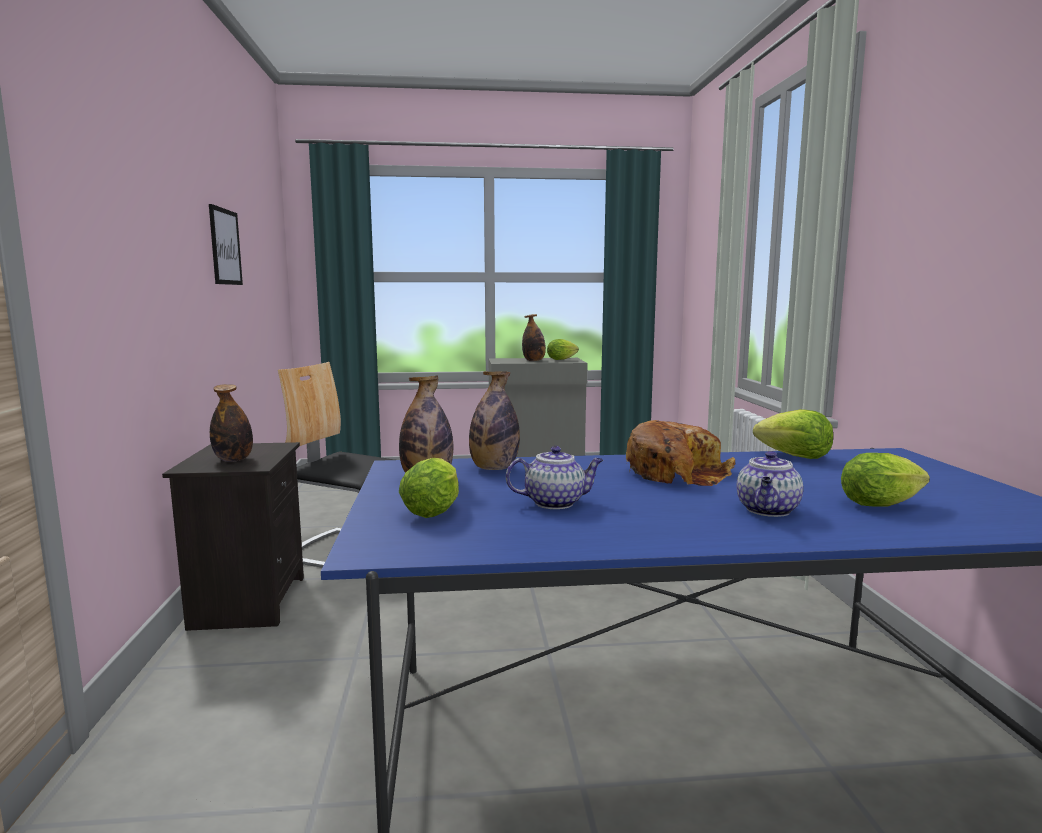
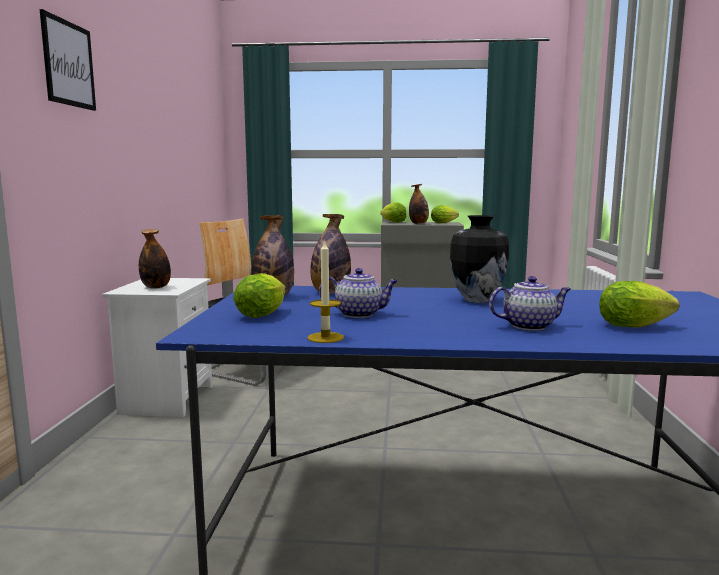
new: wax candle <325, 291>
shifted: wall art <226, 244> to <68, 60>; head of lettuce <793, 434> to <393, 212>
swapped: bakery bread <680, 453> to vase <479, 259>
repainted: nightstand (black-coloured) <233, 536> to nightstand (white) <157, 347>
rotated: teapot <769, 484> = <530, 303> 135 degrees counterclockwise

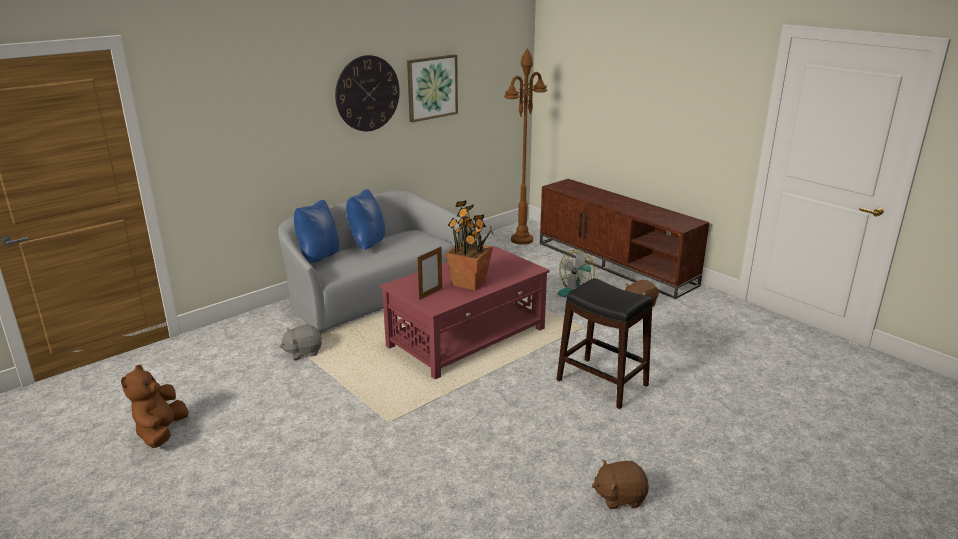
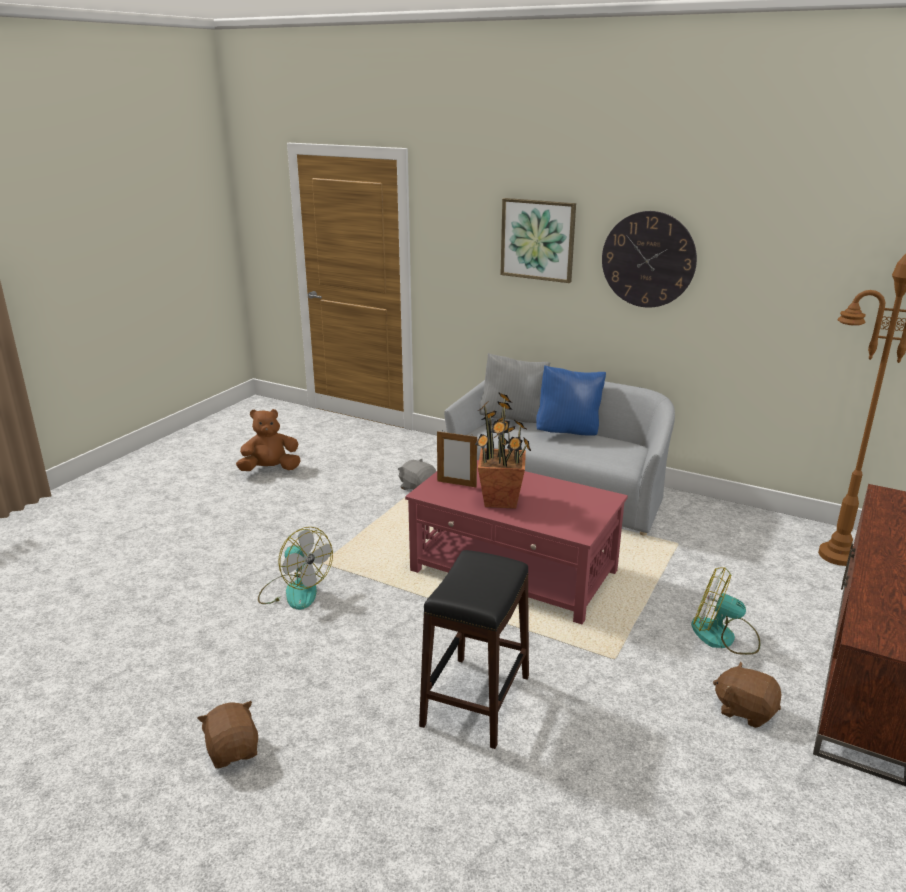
new: cooling fan <295, 568>
shifted: wall art <432, 88> to <538, 240>
repainted: cushion (bluish) <316, 232> to cushion (greyish) <515, 388>

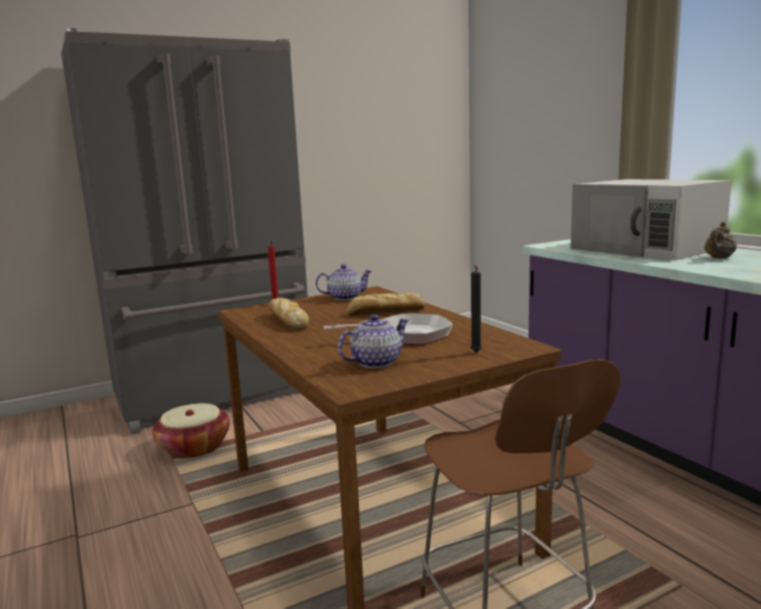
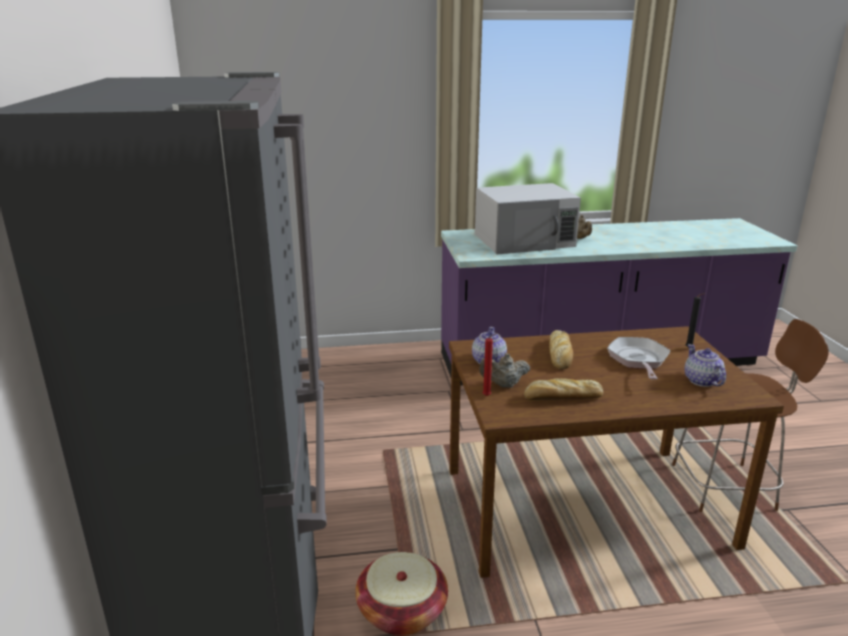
new: teapot (beige-coloured) <504, 370>

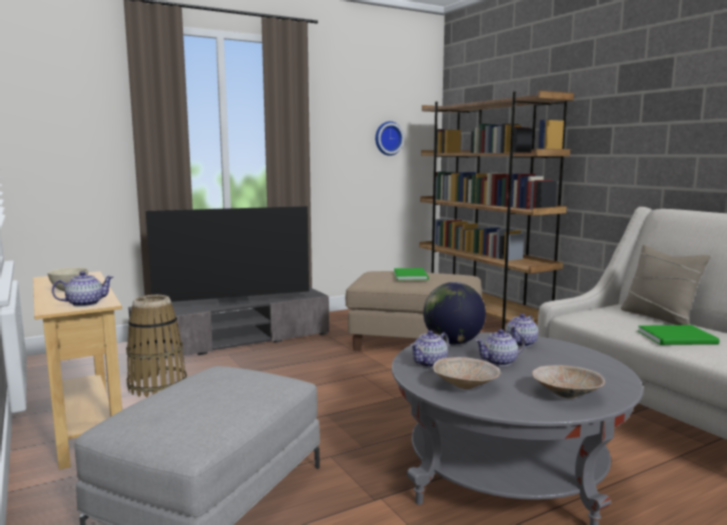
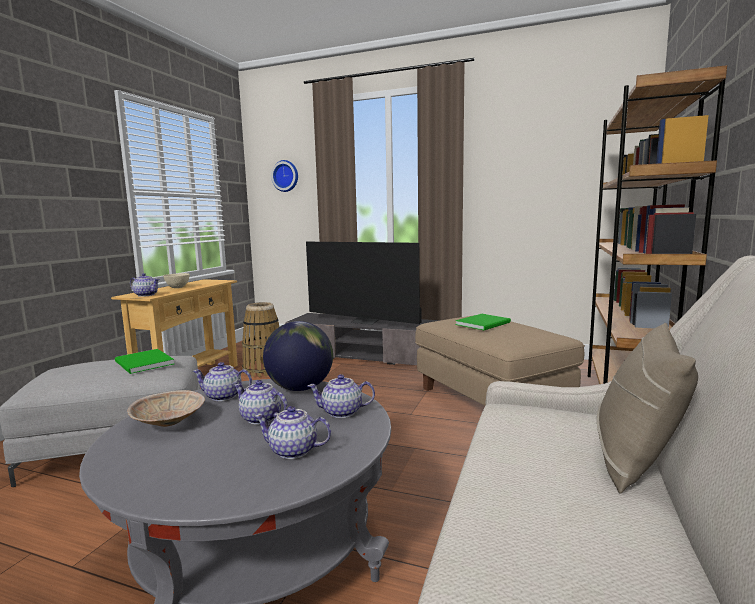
gone: serving bowl (beige-coloured) <568, 382>
new: teapot <292, 432>
shifted: wall clock <389, 138> to <284, 176>; bound book (green-coloured) <678, 335> to <144, 361>

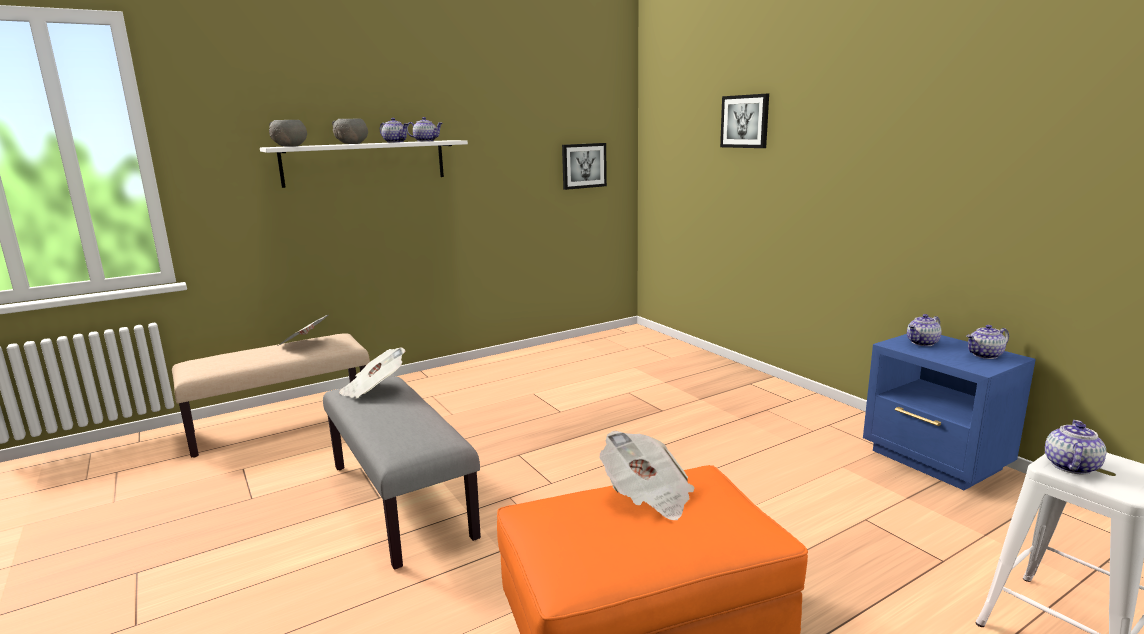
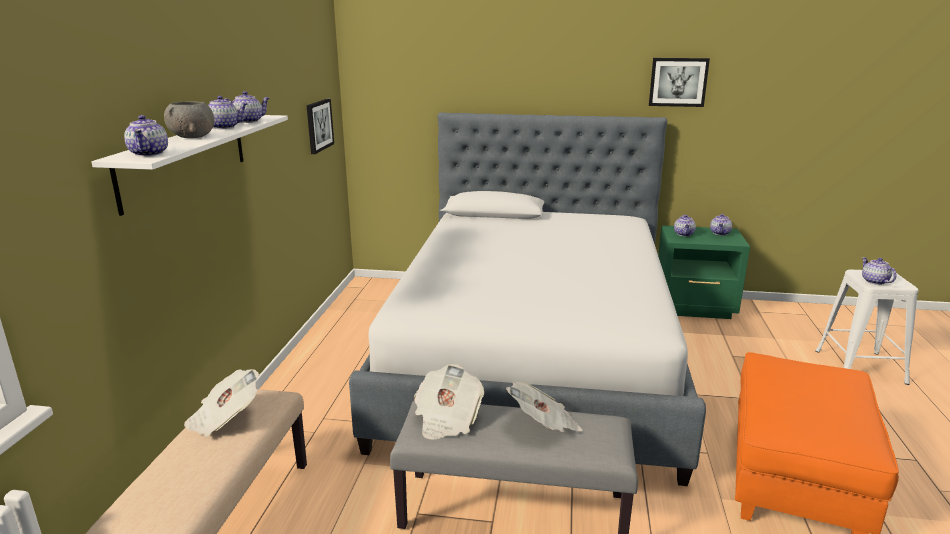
new: bedroom bed <527, 299>
shifted: newspaper <647, 475> to <544, 407>; wall art <744, 121> to <679, 82>
swapped: serving bowl (greyish) <288, 133> to teapot <146, 135>
repainted: nightstand (bluish) <949, 412> to nightstand (green-coloured) <704, 272>

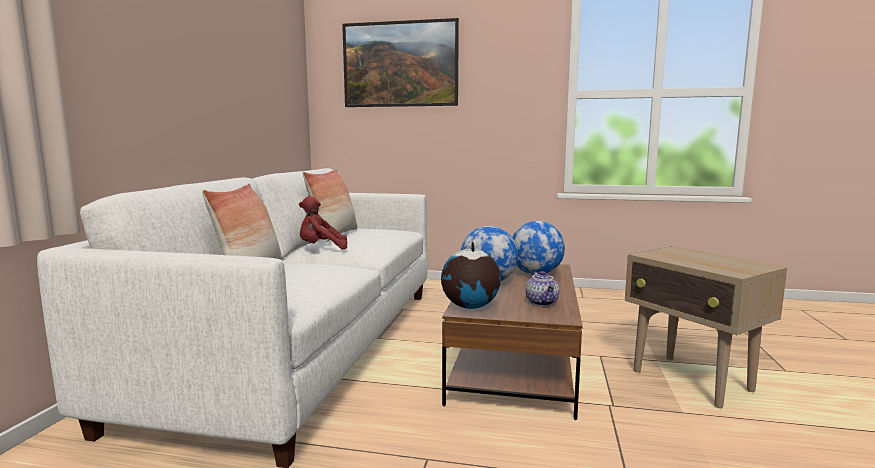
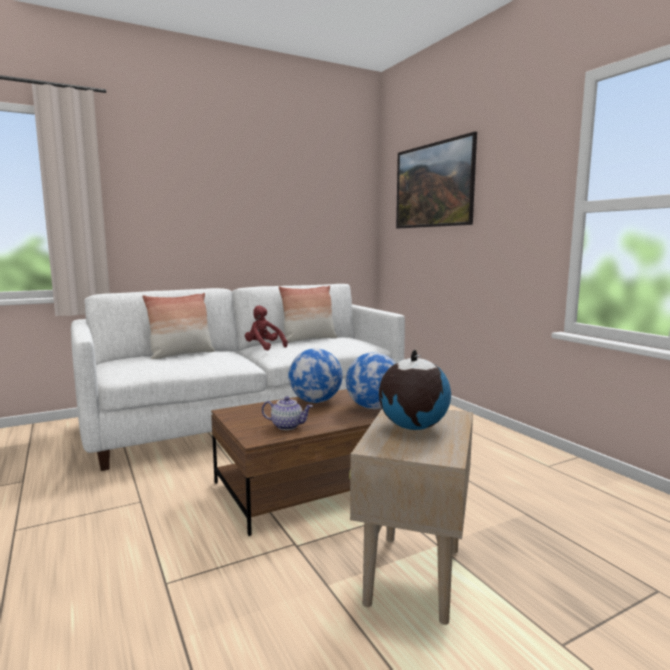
shifted: globe <471, 275> to <415, 390>
rotated: teapot <542, 288> = <287, 413> 120 degrees counterclockwise

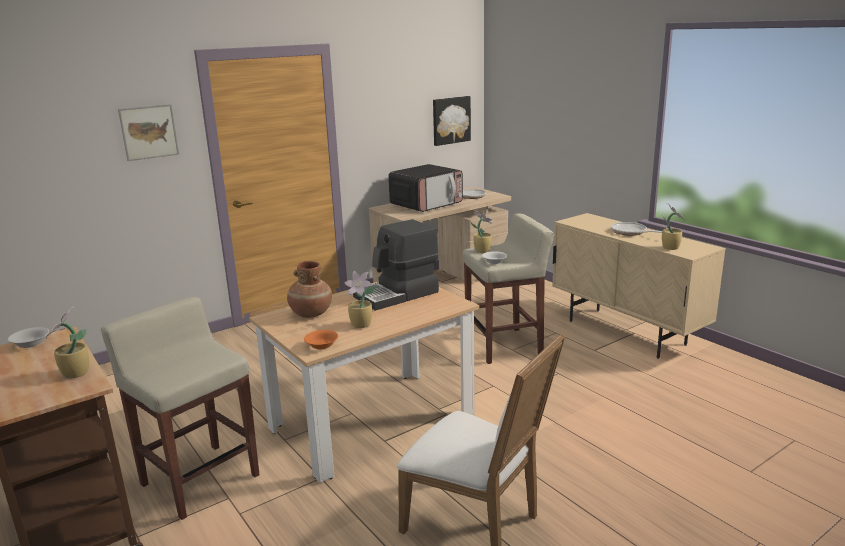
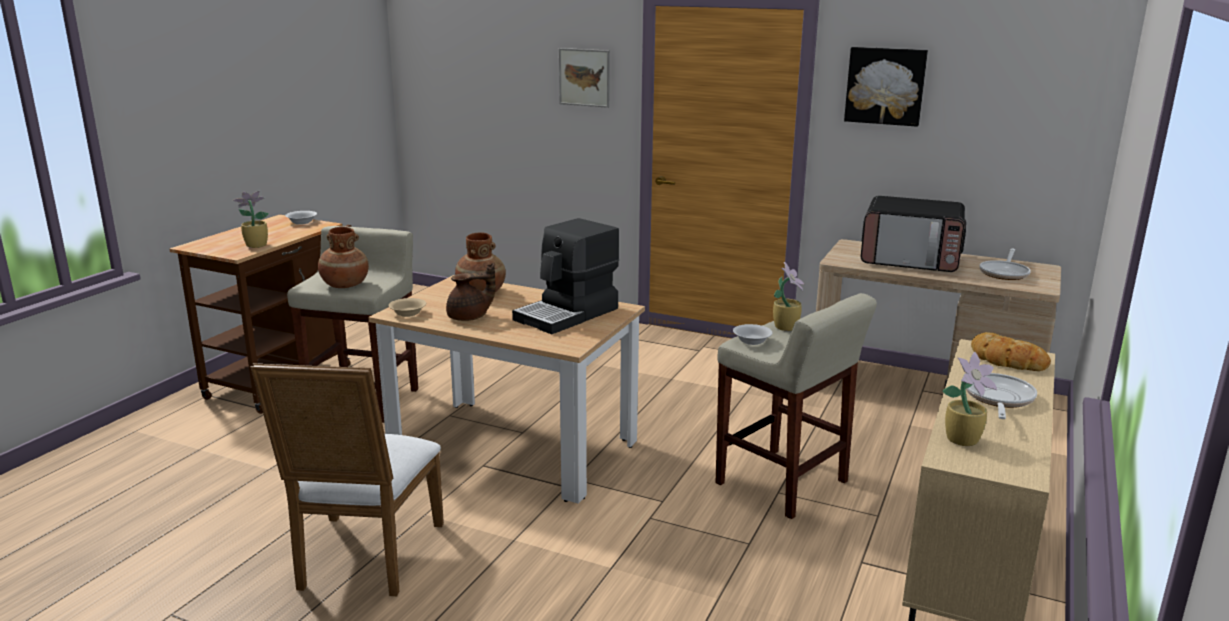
new: vase (brown) <343, 257>; bakery bread <1011, 351>
shifted: wall art <452, 121> to <886, 87>
swapped: houseplant <359, 299> to teapot (brown) <470, 292>
repainted: serving bowl (orange) <321, 339> to serving bowl (beige-coloured) <407, 307>
rotated: coffee brewer <396, 265> = <565, 276> 75 degrees counterclockwise

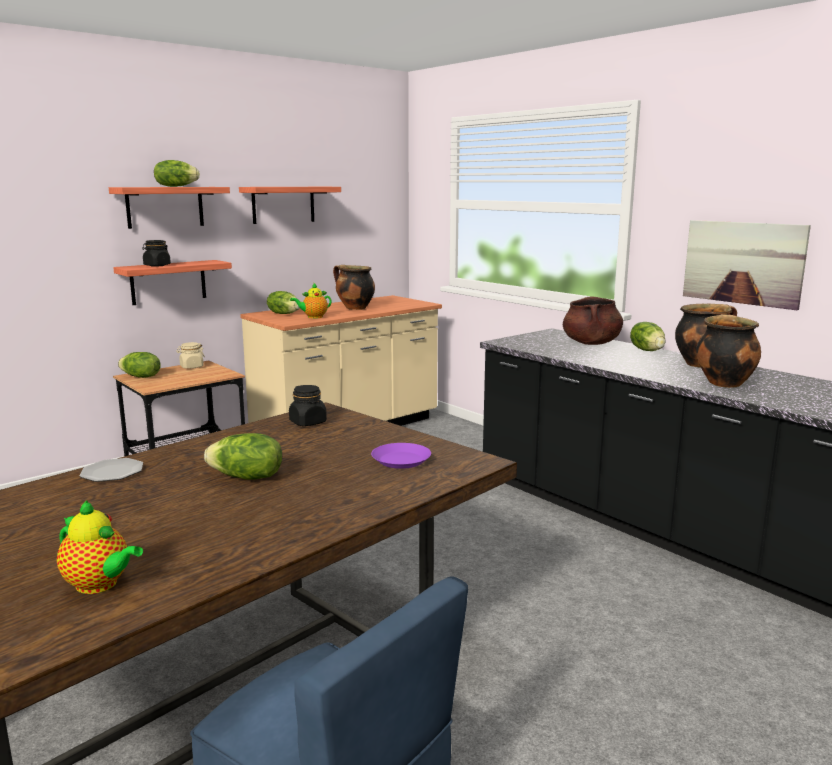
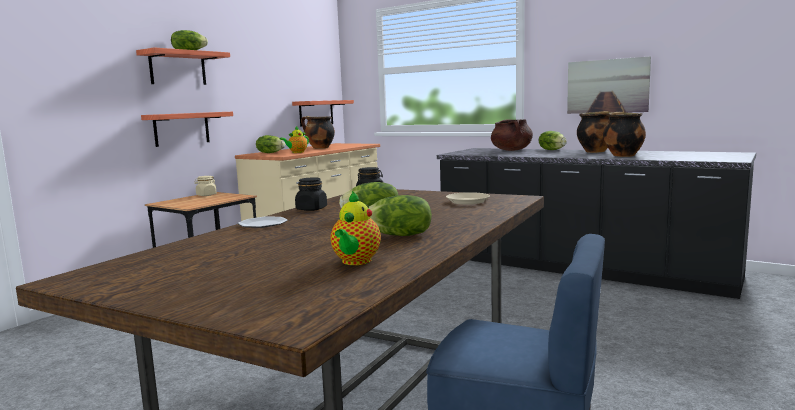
shifted: head of lettuce <139, 365> to <400, 215>; storage jar (black-coloured) <156, 253> to <311, 194>; wall shelf <290, 205> to <323, 113>
repainted: plate (purplish) <401, 456> to plate (beige-coloured) <468, 198>
rotated: teapot <100, 547> = <356, 228> 90 degrees clockwise

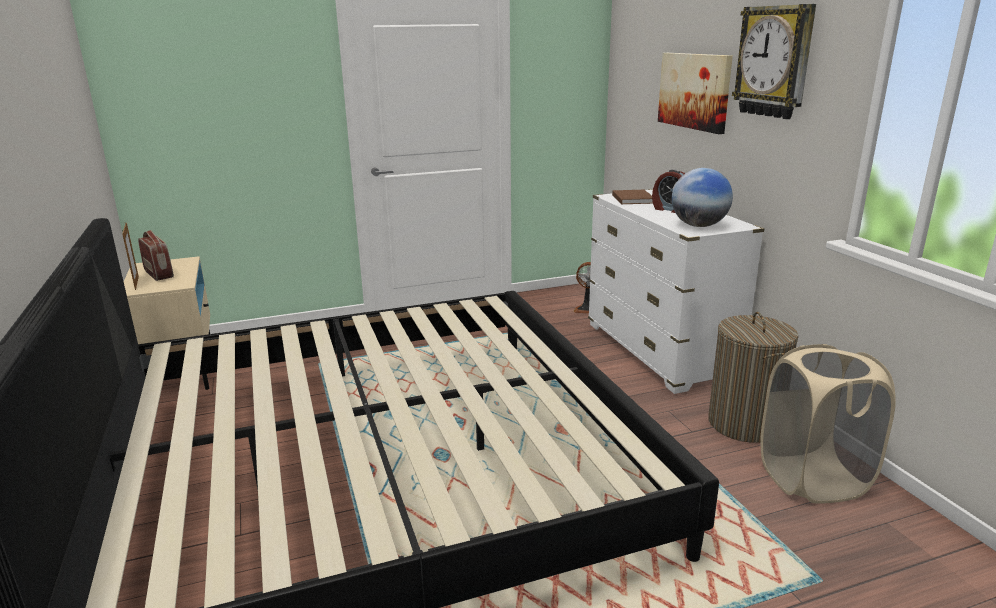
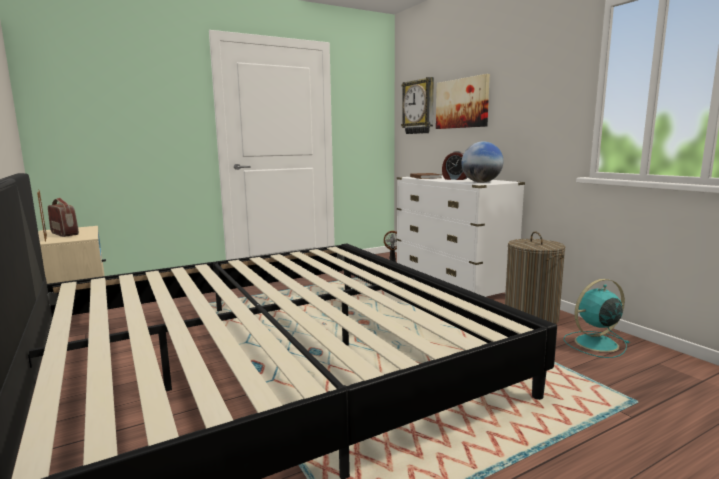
shifted: wall clock <774, 61> to <417, 105>
swapped: washing basket (beige-coloured) <828, 424> to cooling fan (turquoise) <596, 318>

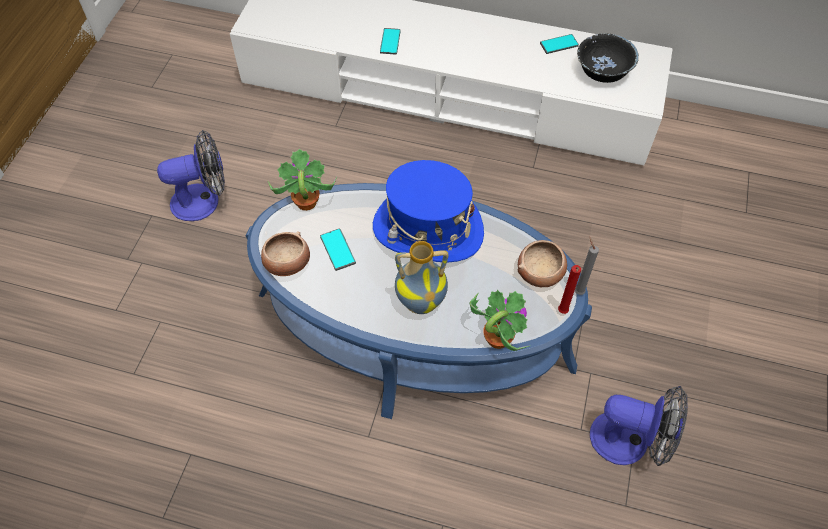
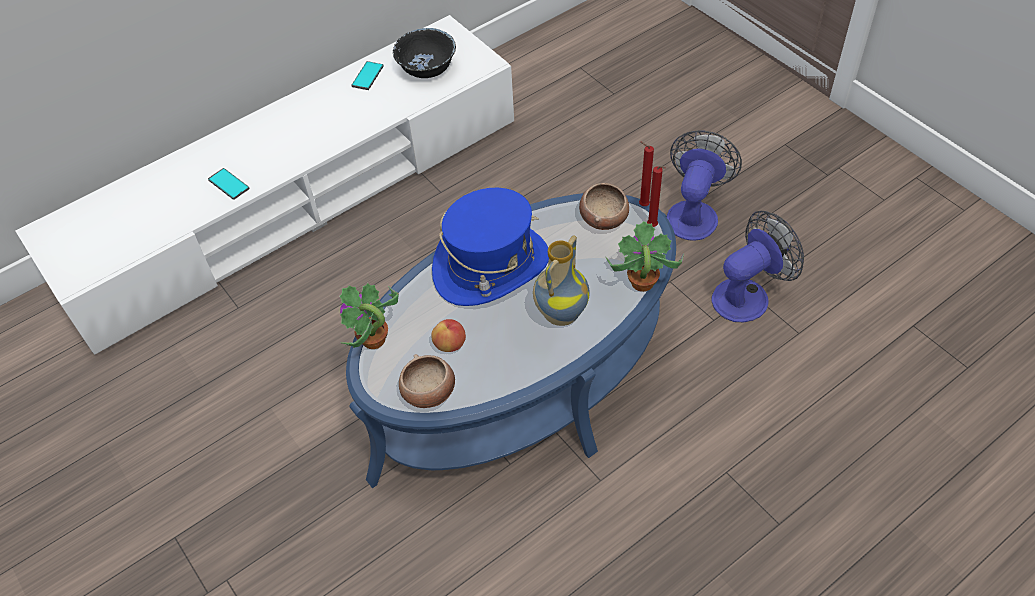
shifted: cooling fan <191, 175> to <704, 185>
swapped: telephone <338, 249> to apple fruit <448, 335>
repainted: wax candle (greyish) <587, 266> to wax candle (red) <646, 173>

